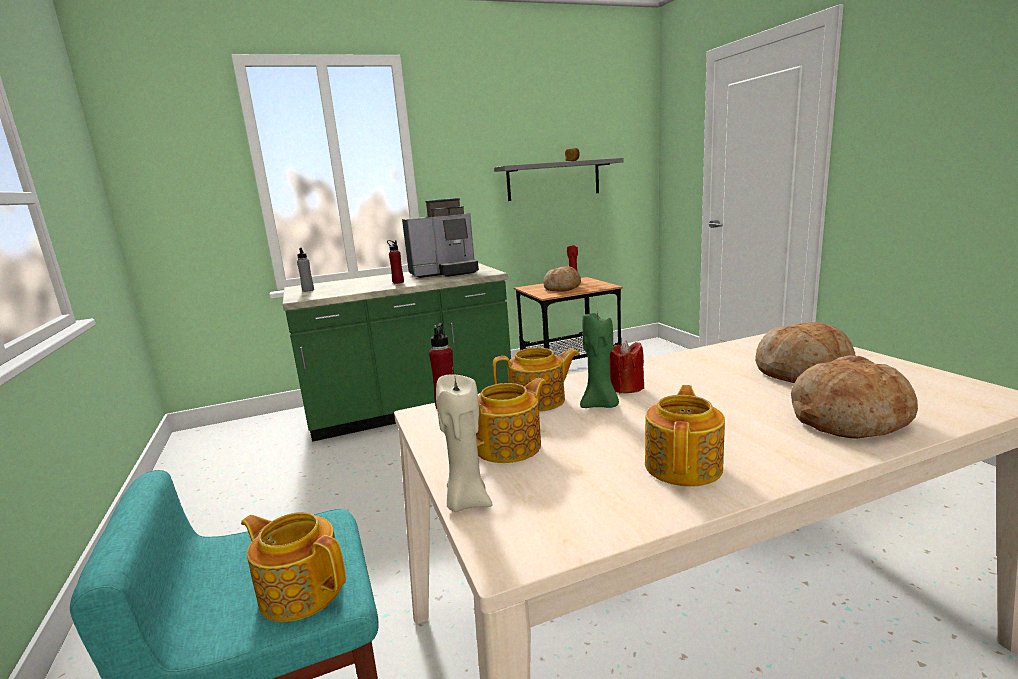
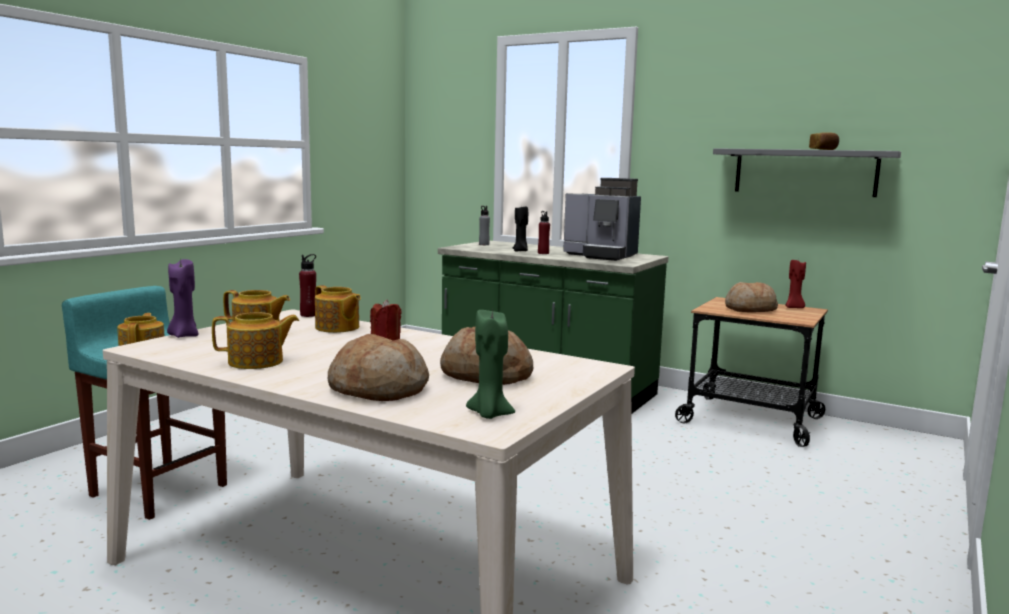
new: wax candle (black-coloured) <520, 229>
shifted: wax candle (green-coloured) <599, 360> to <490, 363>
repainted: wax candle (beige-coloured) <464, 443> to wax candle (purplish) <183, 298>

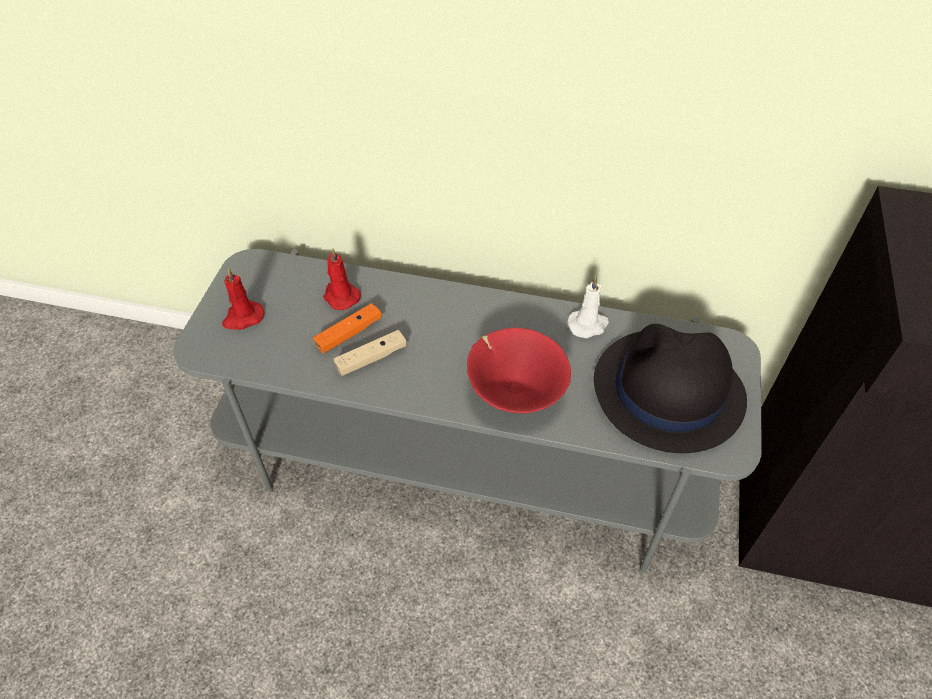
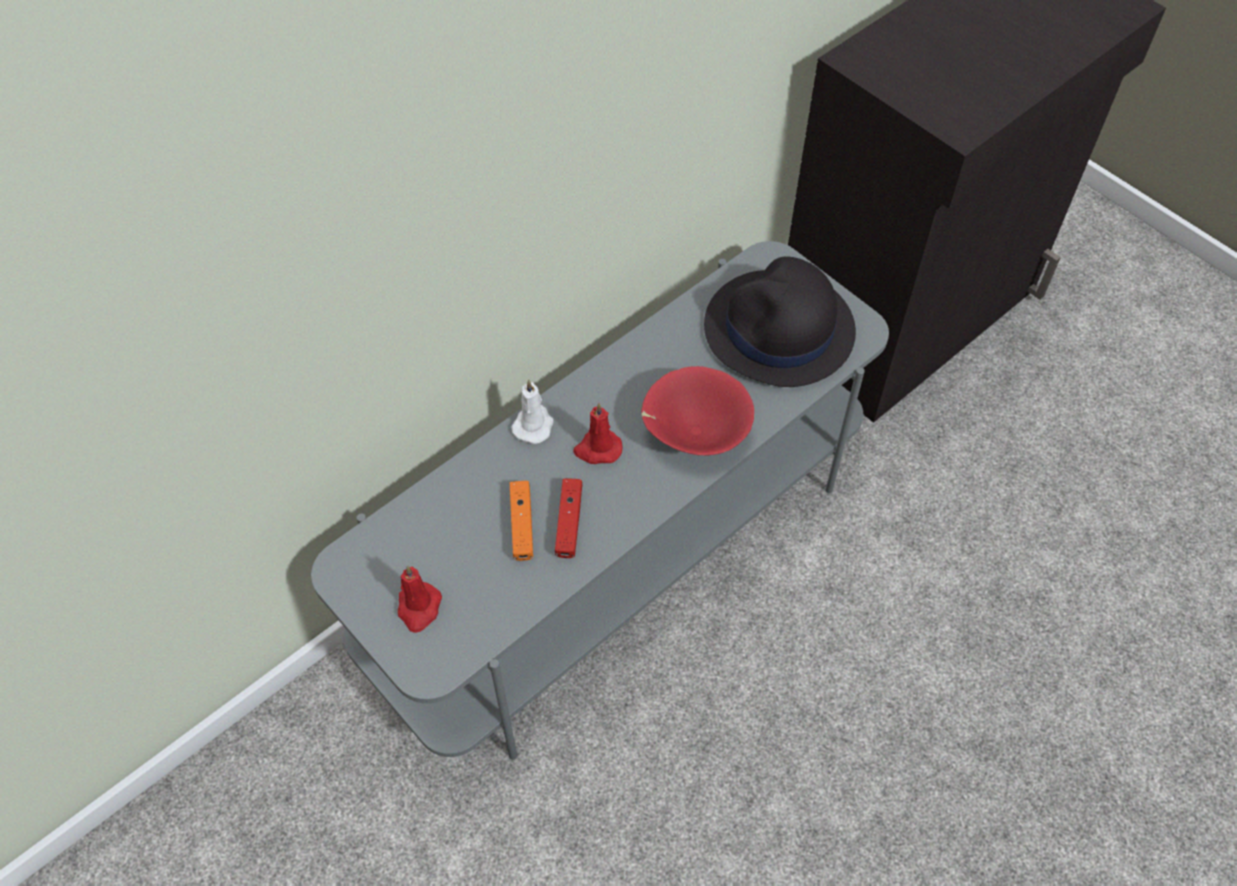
shifted: wax candle (red) <342, 279> to <597, 433>; wax candle (white) <588, 307> to <532, 412>
repainted: joypad (beige-coloured) <370, 353> to joypad (red) <568, 518>

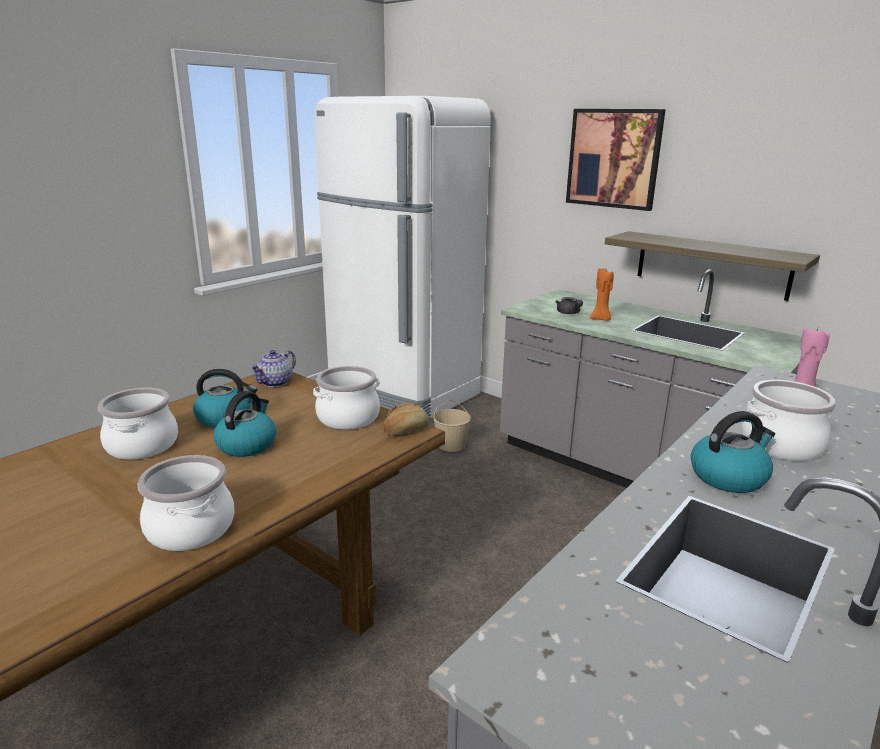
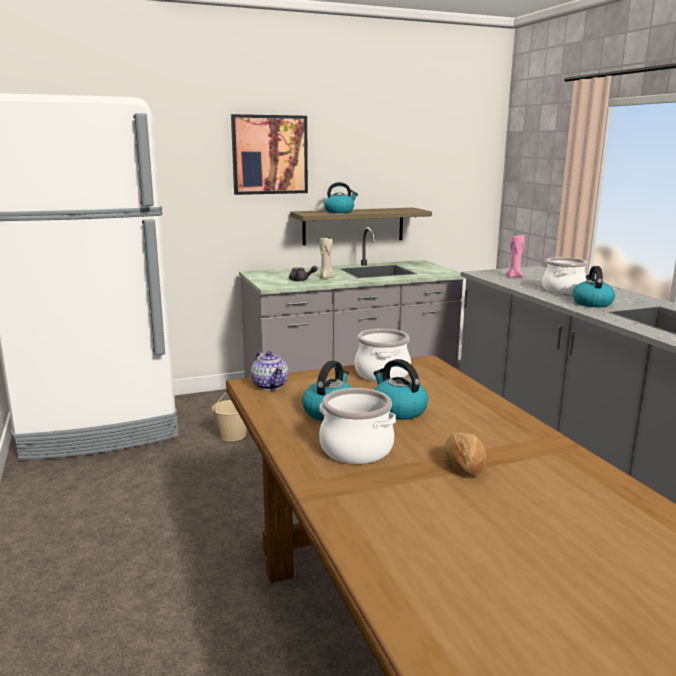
gone: stockpot <185, 503>
new: kettle <341, 197>
shifted: bakery bread <406, 419> to <465, 454>
repainted: wax candle (orange) <602, 294> to wax candle (beige-coloured) <327, 258>

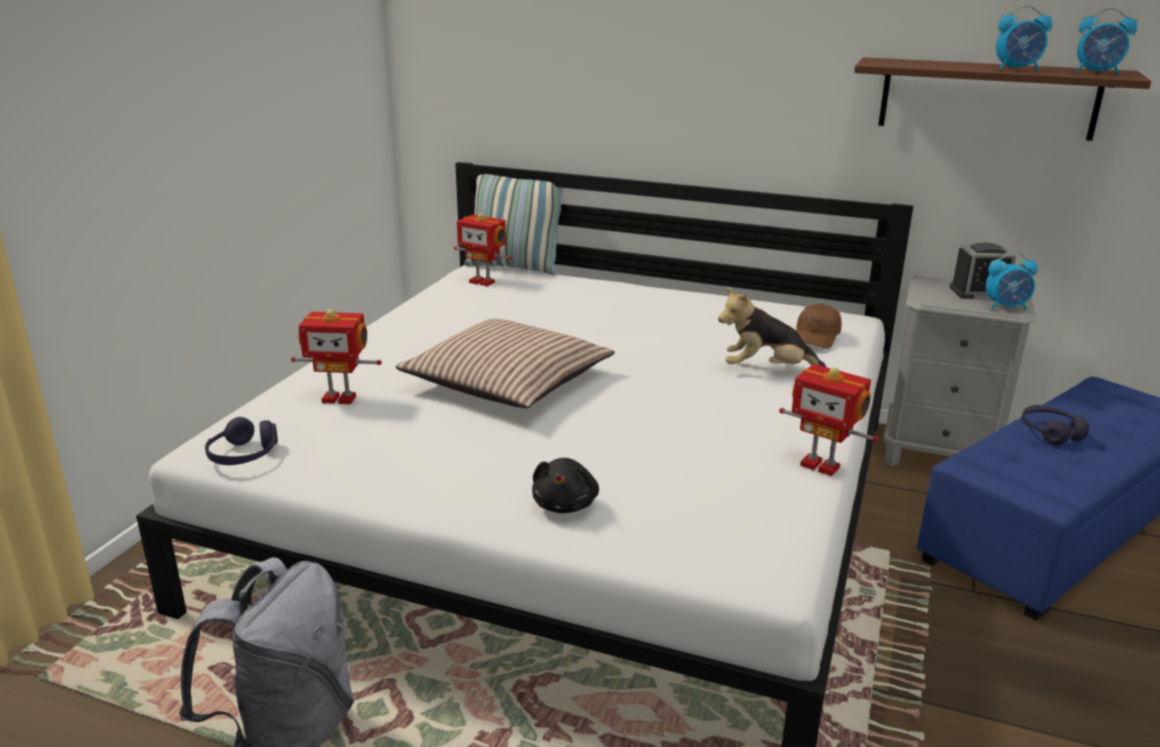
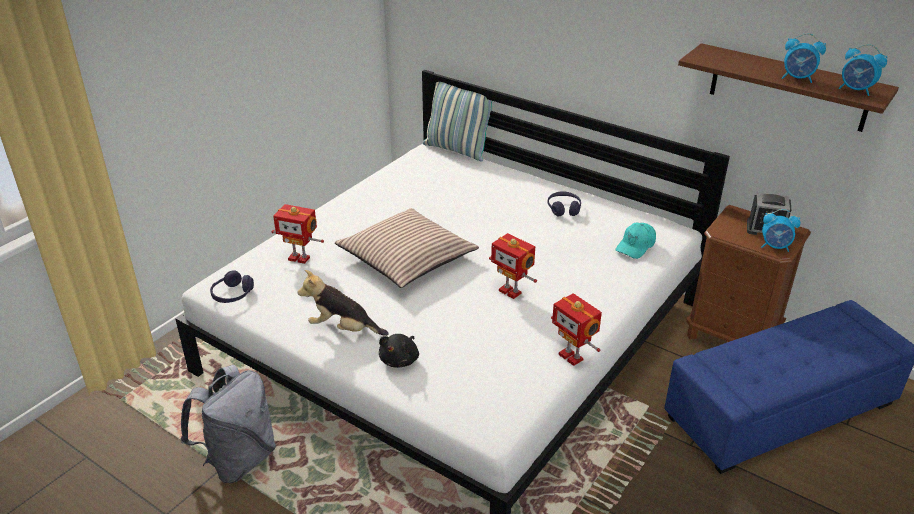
shifted: robot figure <483, 249> to <513, 266>; plush toy <772, 327> to <343, 303>; pair of headphones (purplish) <1055, 425> to <564, 204>
repainted: baseball cap (brown) <819, 326> to baseball cap (turquoise) <636, 241>; nightstand (greyish) <959, 370> to nightstand (brown) <748, 273>

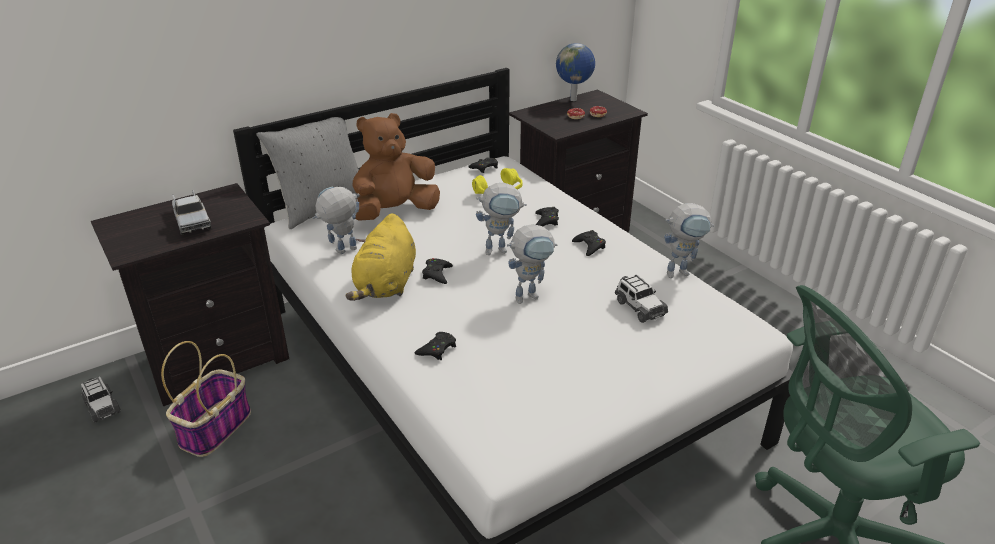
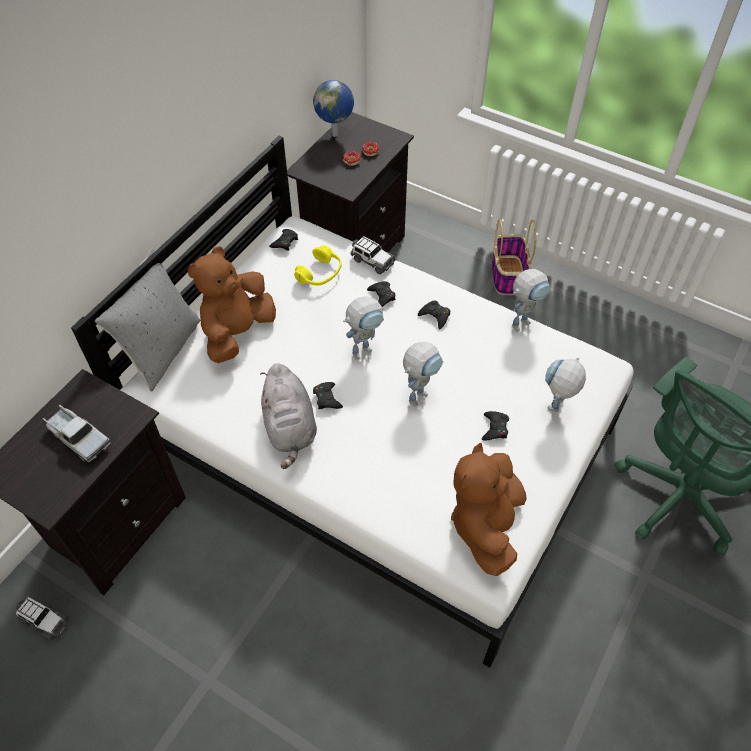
new: plush toy (brown) <489, 509>
shifted: storage basket <206, 399> to <514, 257>; robot figure <336, 220> to <565, 385>; joypad (black-coloured) <435, 346> to <495, 425>; toy car <641, 298> to <373, 255>
repainted: plush toy (yellow) <381, 257> to plush toy (greyish) <288, 416>

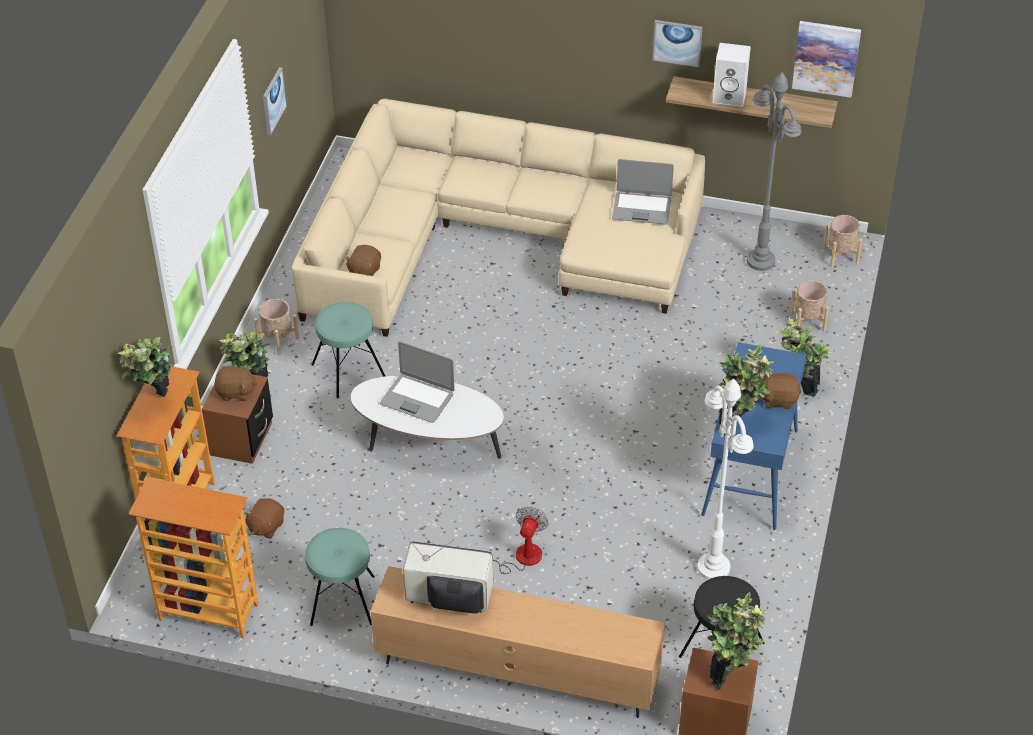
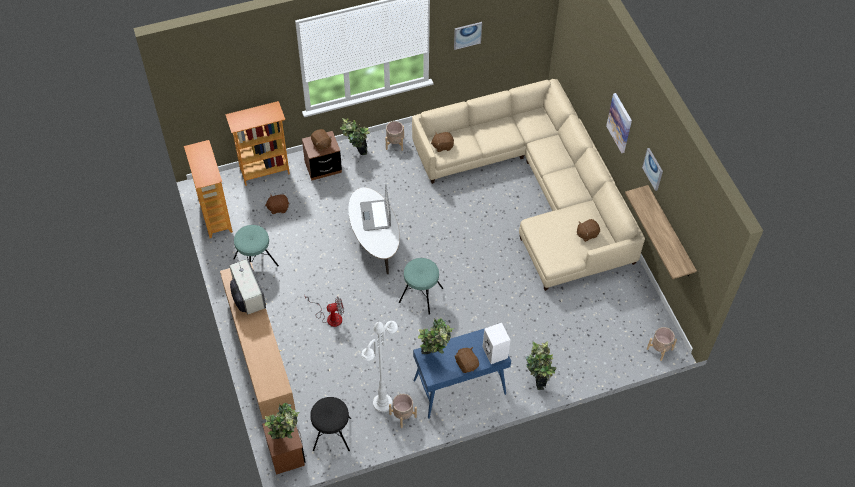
gone: houseplant <145, 367>; standing lamp (greyish) <774, 171>
shifted: stool seat (turquoise) <349, 350> to <421, 286>; audio speaker (white) <732, 75> to <496, 343>; plant pot (beige-coloured) <810, 306> to <403, 411>; wall art <826, 59> to <619, 123>
swapped: laptop <643, 192> to plush toy (brown) <588, 230>

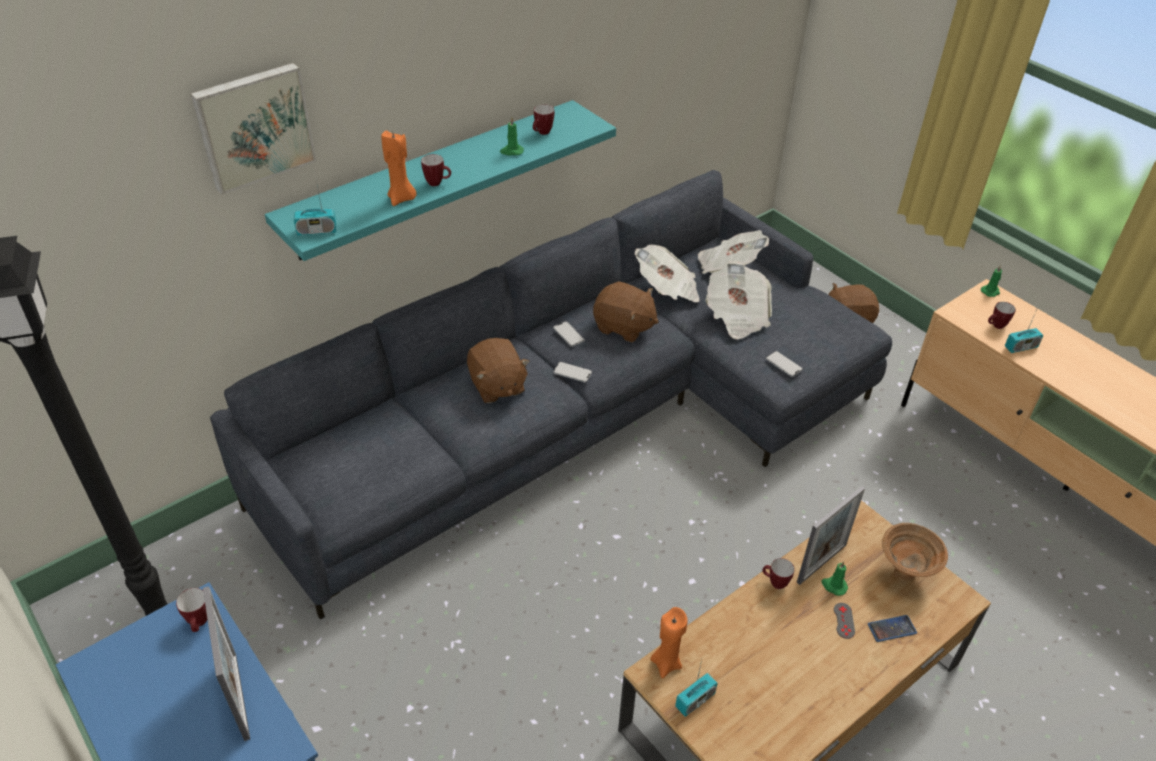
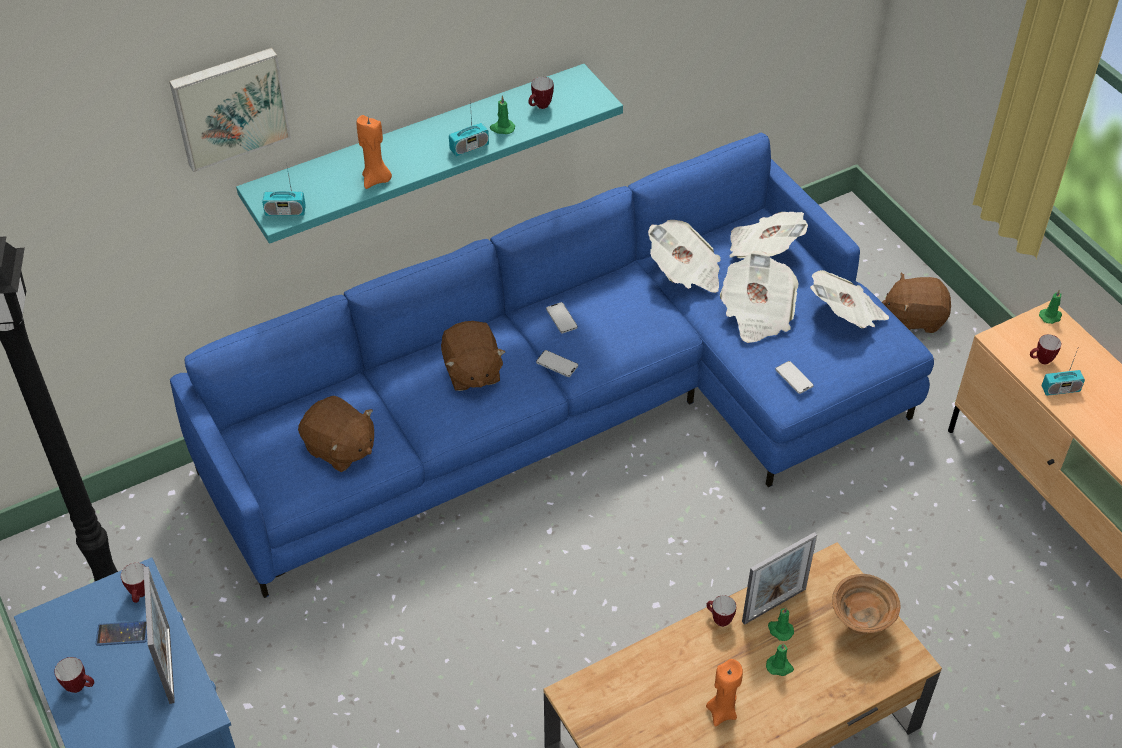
new: newspaper <849, 299>
shifted: mug <436, 170> to <74, 675>; plush toy (brown) <625, 311> to <336, 434>; wax candle (orange) <668, 643> to <724, 693>; radio <696, 688> to <469, 129>; telephone <892, 628> to <121, 633>
swapped: joypad (greyish) <844, 621> to wax candle (green-coloured) <780, 659>
repainted: sofa (greyish) <551, 395> to sofa (bluish) <552, 365>

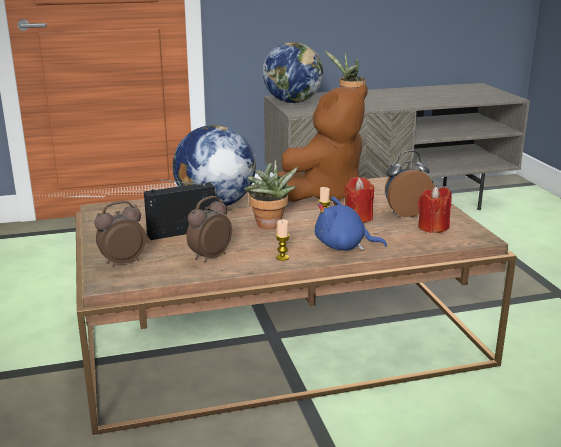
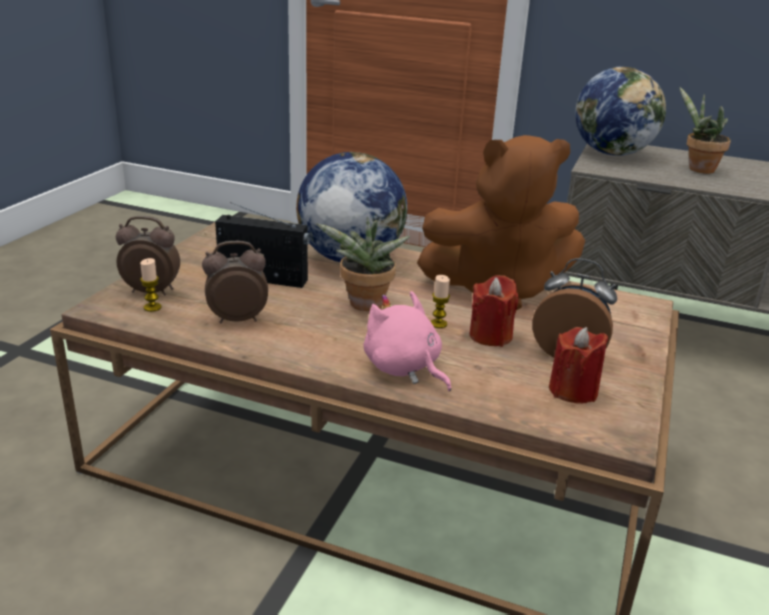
shifted: wax candle <283, 240> to <150, 285>
repainted: plush toy (bluish) <351, 223> to plush toy (pink-coloured) <407, 341>

